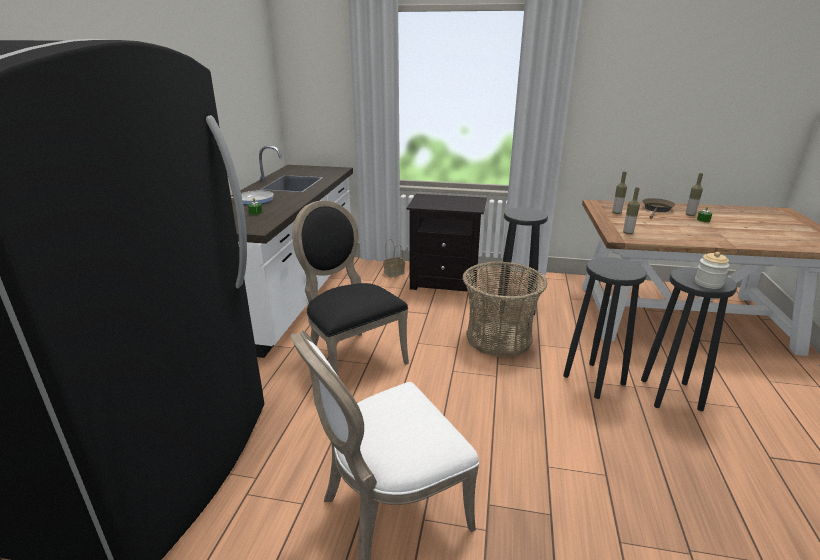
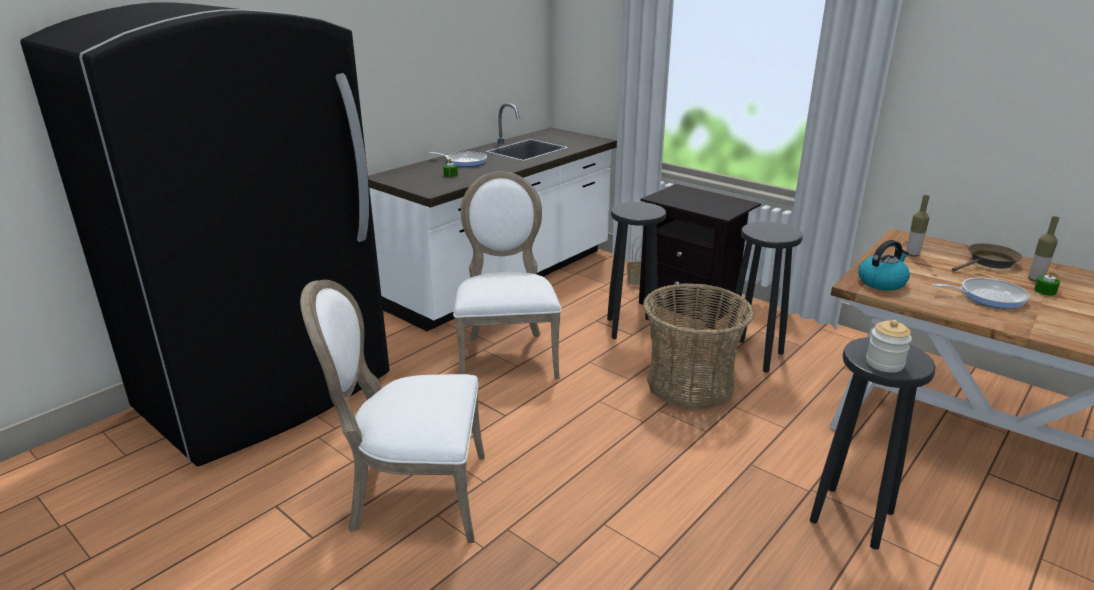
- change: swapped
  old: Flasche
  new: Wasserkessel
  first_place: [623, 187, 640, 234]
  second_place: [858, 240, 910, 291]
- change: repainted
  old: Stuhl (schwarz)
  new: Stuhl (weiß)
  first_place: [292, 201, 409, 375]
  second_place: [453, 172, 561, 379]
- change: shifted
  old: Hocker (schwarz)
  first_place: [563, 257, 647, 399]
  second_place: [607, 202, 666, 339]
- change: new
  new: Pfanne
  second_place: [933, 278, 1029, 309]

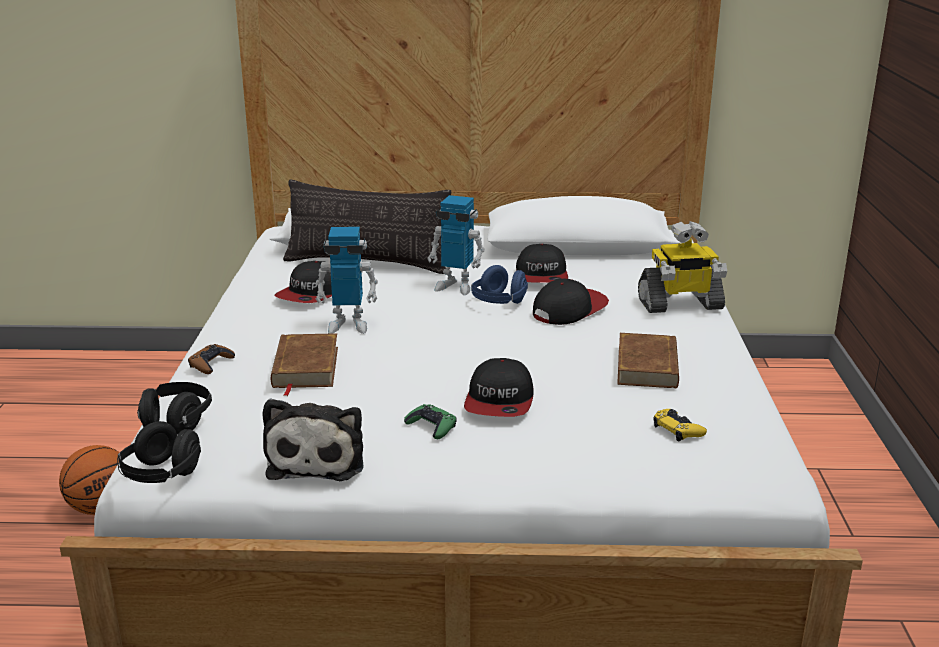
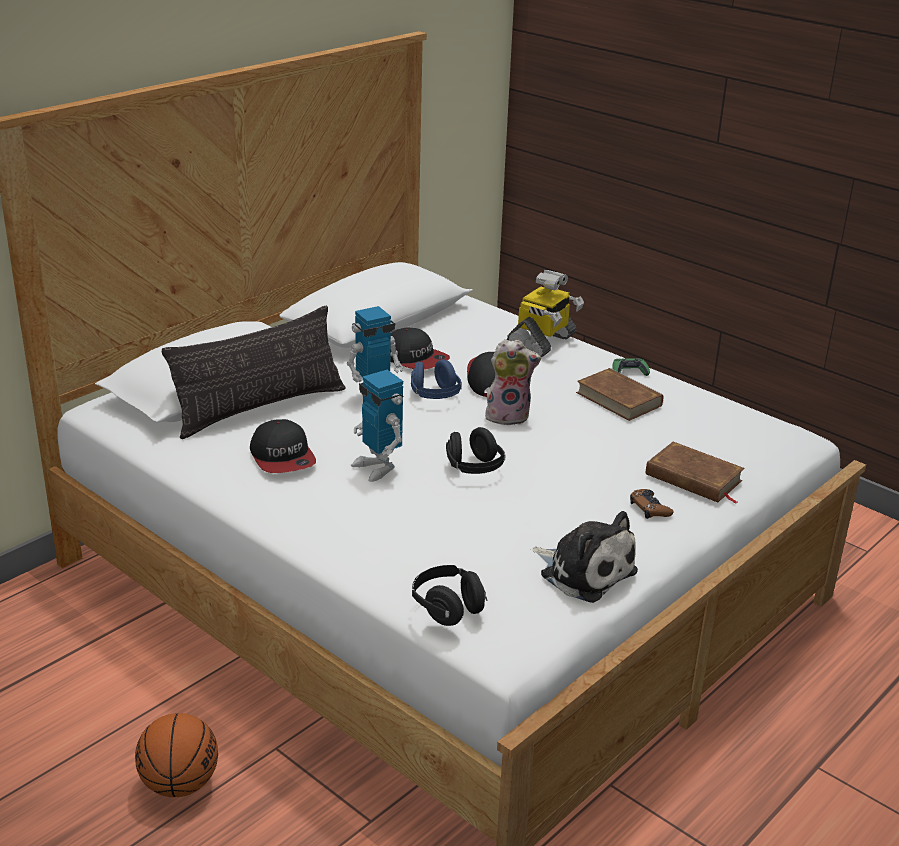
- change: rotated
  old: Spielzeugroboter
  first_place: [316, 227, 378, 334]
  second_place: [351, 370, 403, 482]
  degrees: 105
- change: shifted
  old: Buch (braun)
  first_place: [271, 333, 338, 396]
  second_place: [646, 442, 744, 503]
- change: shifted
  old: Gamepad (braun)
  first_place: [188, 344, 235, 374]
  second_place: [630, 489, 674, 519]
- change: gone
  old: Kappe
  first_place: [464, 358, 534, 417]
- change: shifted
  old: Gamepad (grün)
  first_place: [404, 404, 457, 439]
  second_place: [612, 358, 650, 376]
- change: gone
  old: Gamepad (gelb)
  first_place: [654, 409, 707, 441]
- change: shifted
  old: Kopfhörer (schwarz)
  first_place: [117, 421, 201, 483]
  second_place: [446, 427, 505, 474]
- change: new
  new: Plüschtier
  second_place: [485, 339, 541, 425]

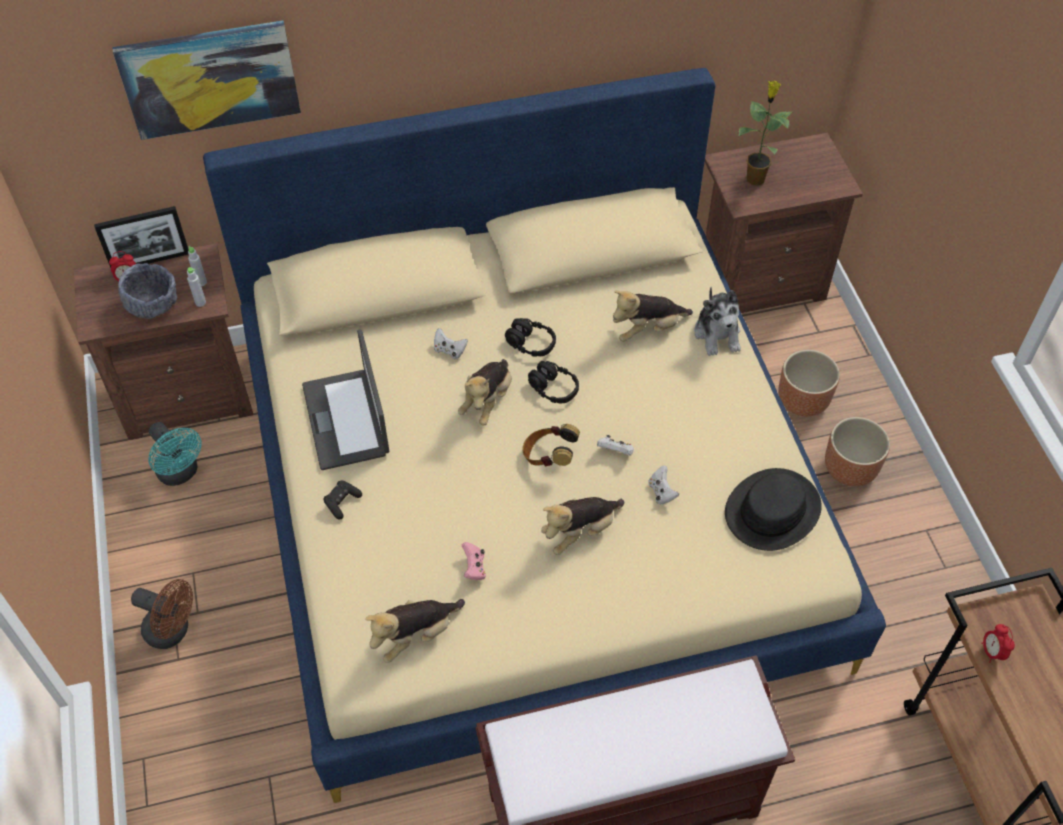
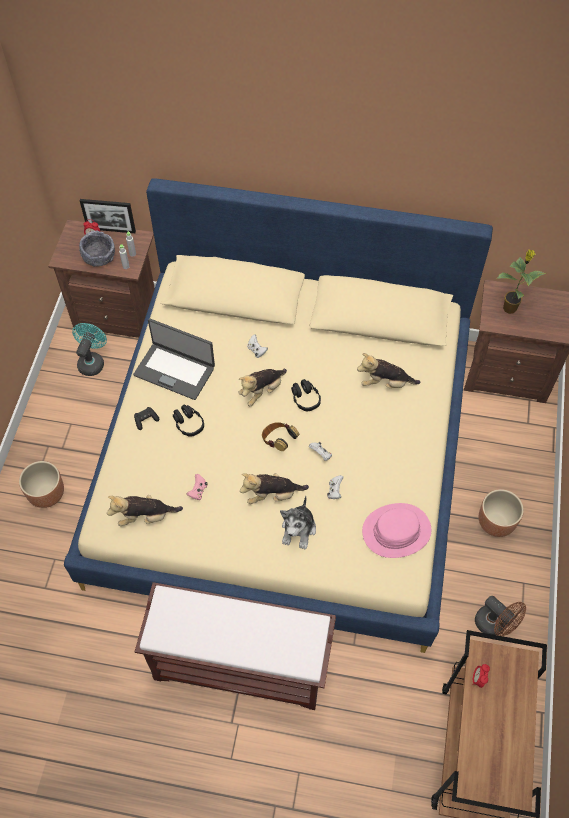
- change: gone
  old: Bild
  first_place: [112, 21, 301, 140]
- change: shifted
  old: Plüschtier
  first_place: [694, 287, 741, 356]
  second_place: [280, 496, 316, 549]
- change: shifted
  old: Kopfhörer (schwarz)
  first_place: [505, 318, 556, 357]
  second_place: [173, 404, 204, 437]
- change: rotated
  old: Laptop
  first_place: [302, 330, 389, 470]
  second_place: [133, 318, 215, 400]
  degrees: -75
- change: shifted
  old: Pflanzkübel (braun)
  first_place: [778, 350, 840, 417]
  second_place: [19, 461, 64, 508]
- change: rotated
  old: Ventilator (türkis)
  first_place: [148, 422, 202, 486]
  second_place: [72, 323, 107, 376]
  degrees: -150
- change: repainted
  old: Hut (schwarz)
  new: Hut (rosa)
  first_place: [725, 468, 822, 551]
  second_place: [362, 503, 431, 558]
- change: shifted
  old: Ventilator (braun)
  first_place: [131, 579, 193, 649]
  second_place: [475, 596, 526, 636]

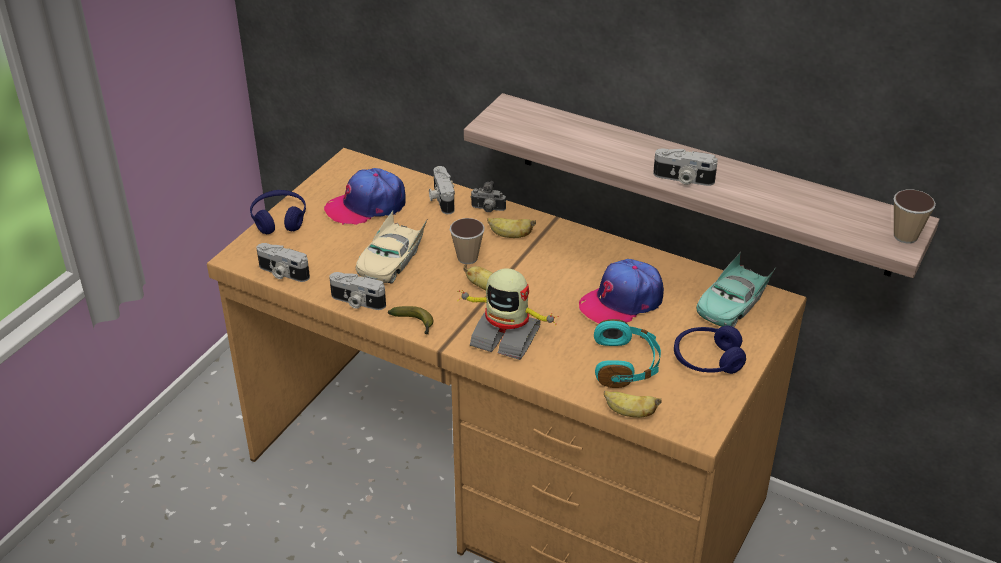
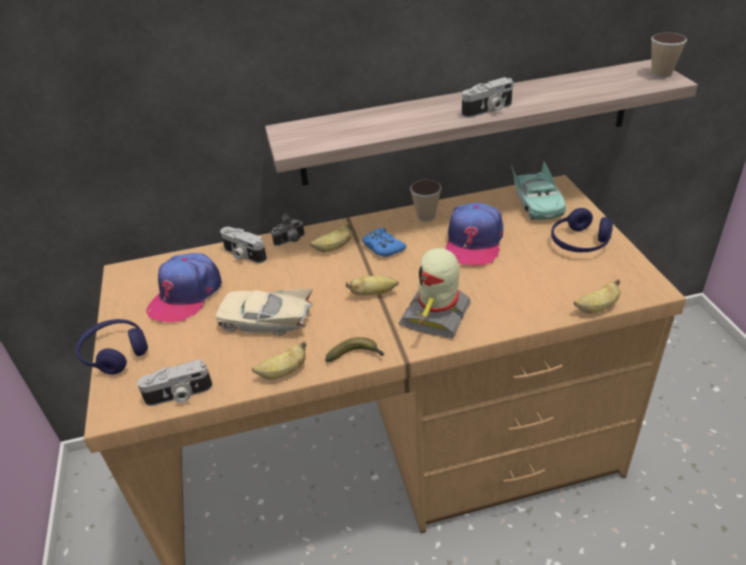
- change: rotated
  old: Spielzeugauto (beige)
  first_place: [356, 211, 427, 284]
  second_place: [216, 289, 314, 335]
  degrees: 120
- change: shifted
  old: Tasse
  first_place: [450, 218, 485, 264]
  second_place: [410, 180, 442, 221]
- change: rotated
  old: Spielzeugroboter
  first_place: [458, 268, 559, 360]
  second_place: [399, 248, 471, 338]
  degrees: 135
- change: swapped
  old: Kamera
  new: Banane
  first_place: [329, 272, 386, 310]
  second_place: [252, 341, 306, 380]
- change: gone
  old: Kopfhörer (türkis)
  first_place: [594, 319, 661, 388]
- change: new
  new: Gamepad (blau)
  second_place: [362, 228, 406, 257]

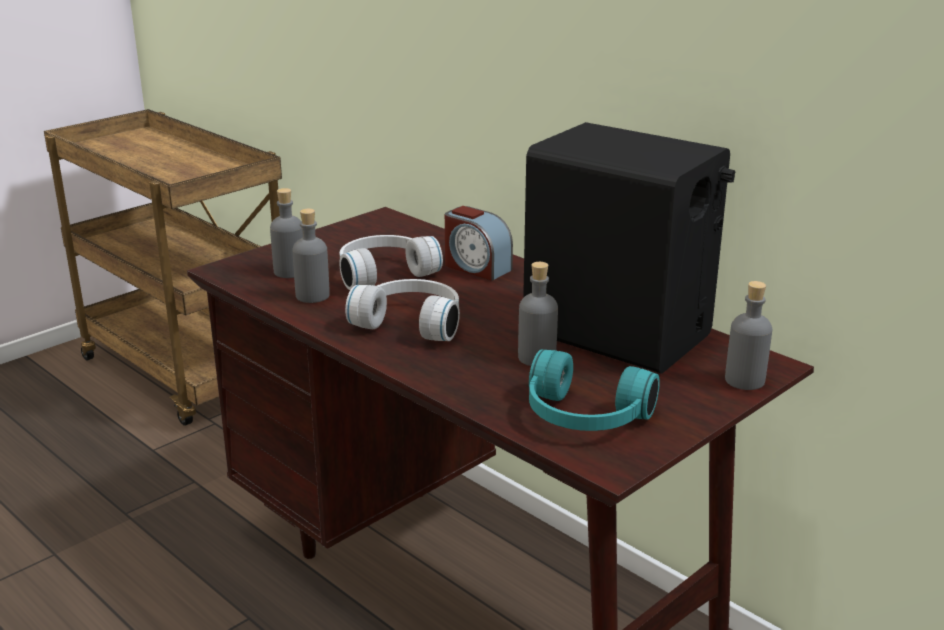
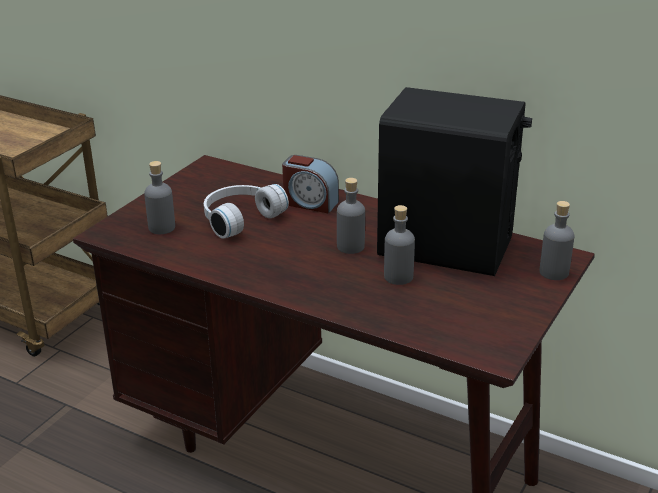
- change: shifted
  old: Flasche (grau)
  first_place: [292, 209, 330, 303]
  second_place: [337, 178, 365, 254]
- change: gone
  old: Kopfhörer (weiß)
  first_place: [345, 279, 460, 341]
- change: gone
  old: Kopfhörer (türkis)
  first_place: [529, 350, 660, 431]

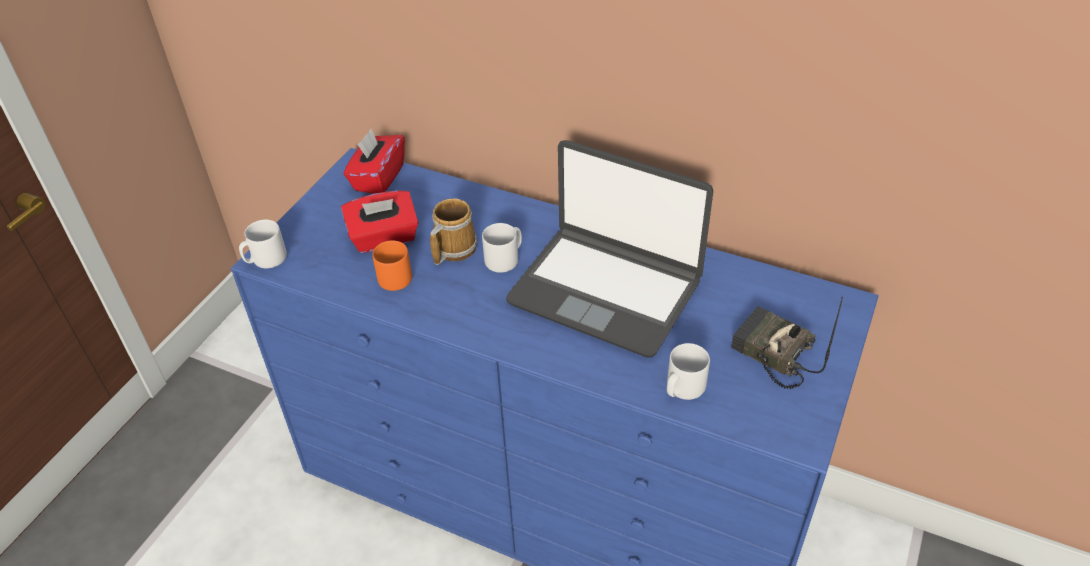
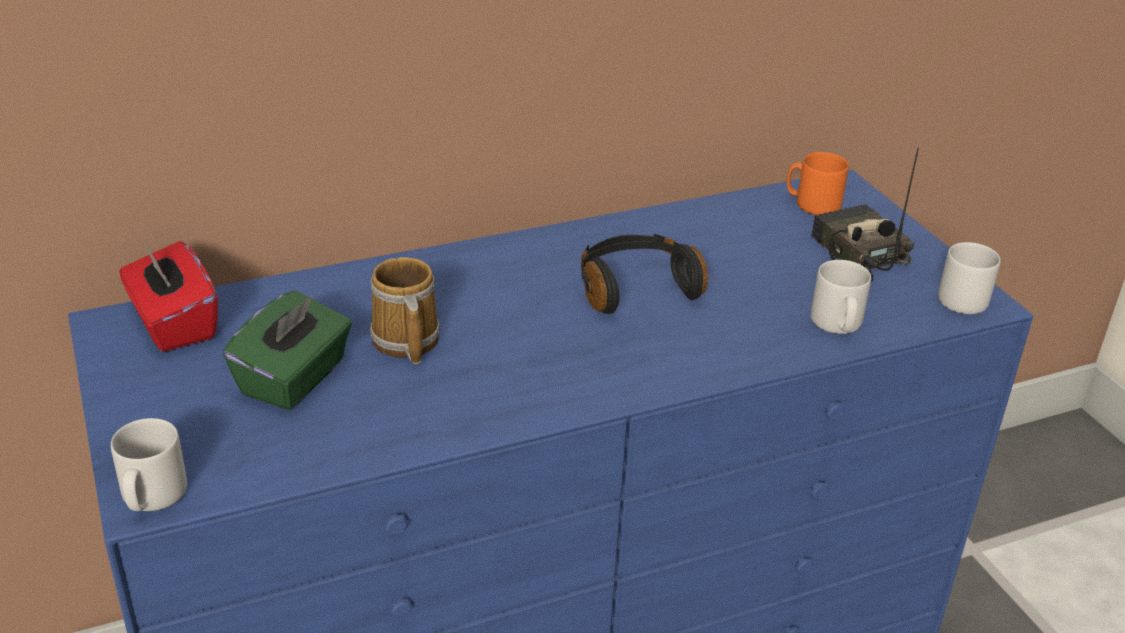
- change: swapped
  old: Laptop
  new: Kopfhörer (schwarz)
  first_place: [506, 140, 713, 358]
  second_place: [581, 234, 708, 314]
- change: repainted
  old: Taschentuchbox (rot)
  new: Taschentuchbox (grün)
  first_place: [341, 190, 419, 253]
  second_place: [223, 290, 352, 410]
- change: shifted
  old: Henkelbecher (grau)
  first_place: [482, 223, 522, 273]
  second_place: [938, 242, 1001, 314]
- change: shifted
  old: Henkelbecher (orange)
  first_place: [372, 240, 412, 291]
  second_place: [787, 152, 849, 215]
- change: rotated
  old: Radio
  first_place: [731, 296, 843, 389]
  second_place: [811, 148, 919, 282]
  degrees: 75

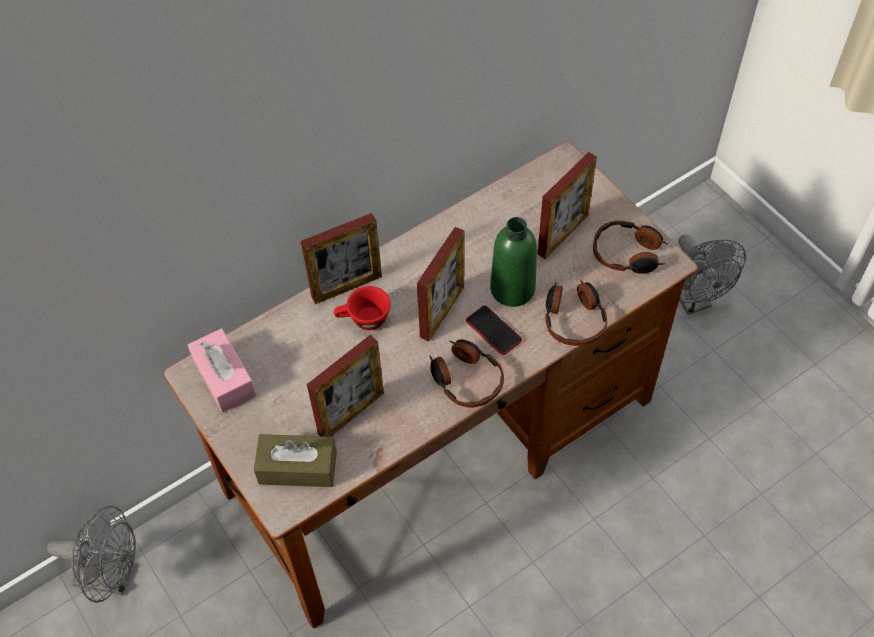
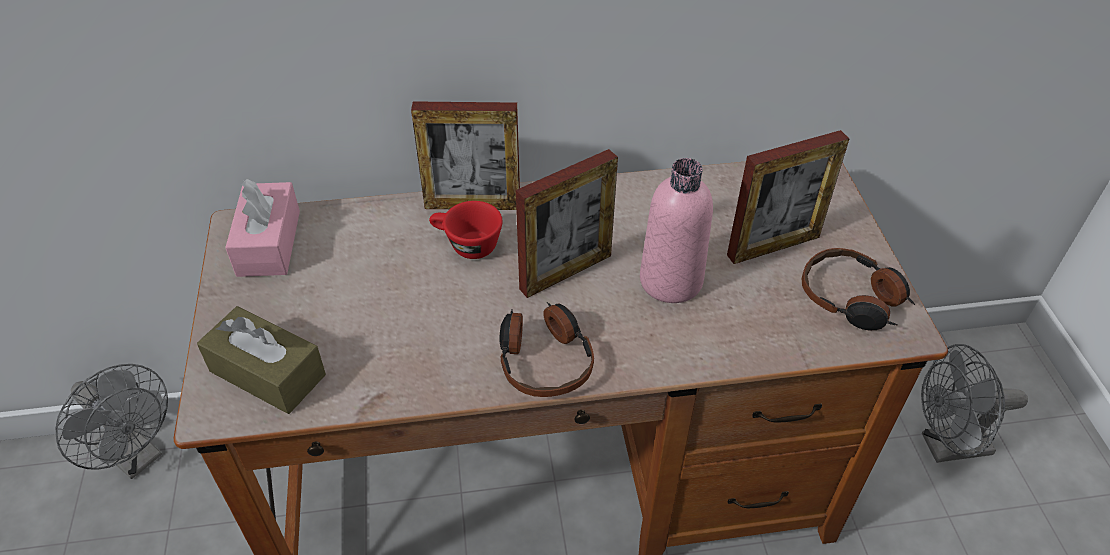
- change: repainted
  old: Flasche (grün)
  new: Flasche (rosa)
  first_place: [490, 217, 537, 307]
  second_place: [640, 158, 713, 303]
- change: rotated
  old: Ventilator (grau)
  first_place: [678, 234, 746, 315]
  second_place: [921, 344, 1028, 463]
  degrees: 75
- change: gone
  old: Kopfhörer
  first_place: [545, 279, 607, 346]
- change: gone
  old: Handy
  first_place: [466, 306, 522, 355]
- change: gone
  old: Bilderrahmen
  first_place: [307, 335, 384, 437]

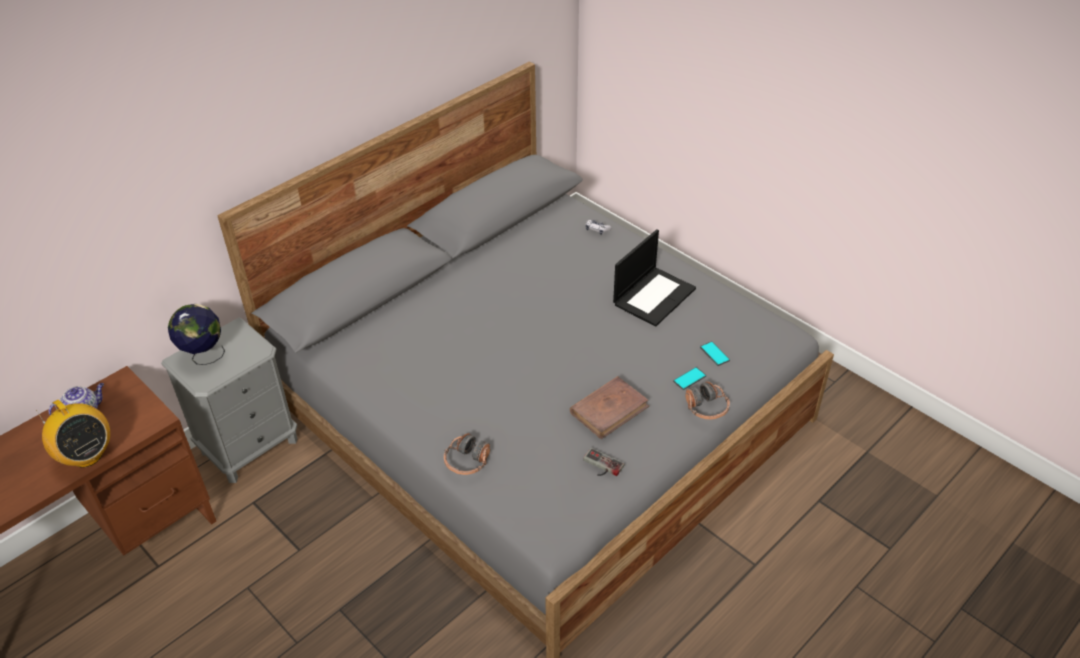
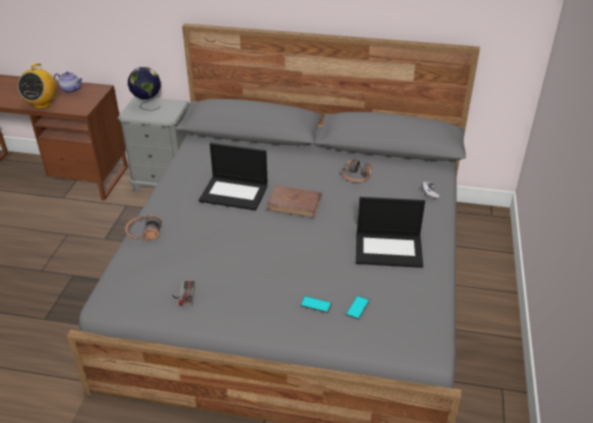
- change: shifted
  old: Buch (braun)
  first_place: [570, 376, 649, 439]
  second_place: [267, 185, 322, 218]
- change: shifted
  old: Kopfhörer
  first_place: [685, 381, 730, 420]
  second_place: [342, 159, 372, 182]
- change: new
  new: Laptop
  second_place: [199, 143, 268, 211]

